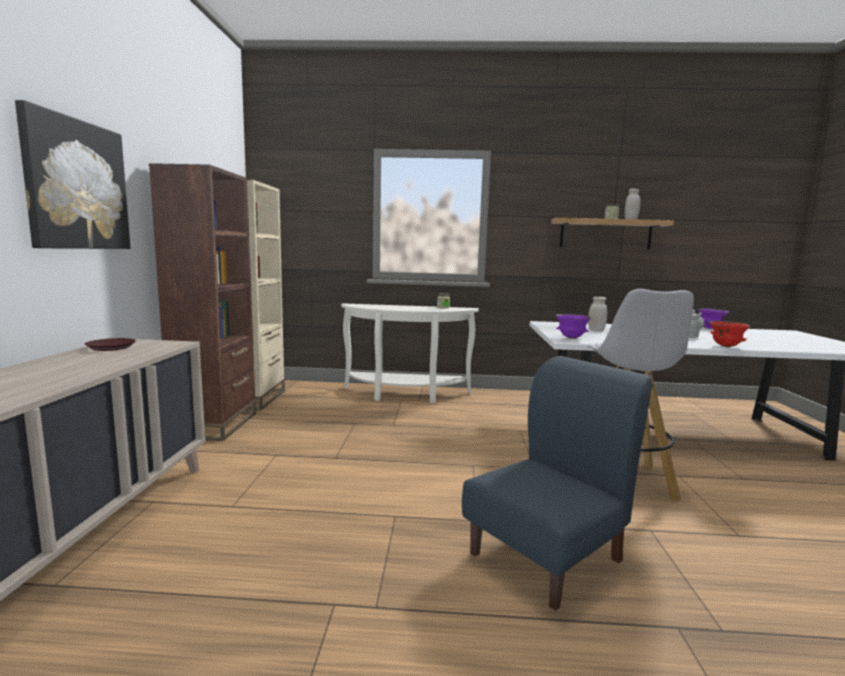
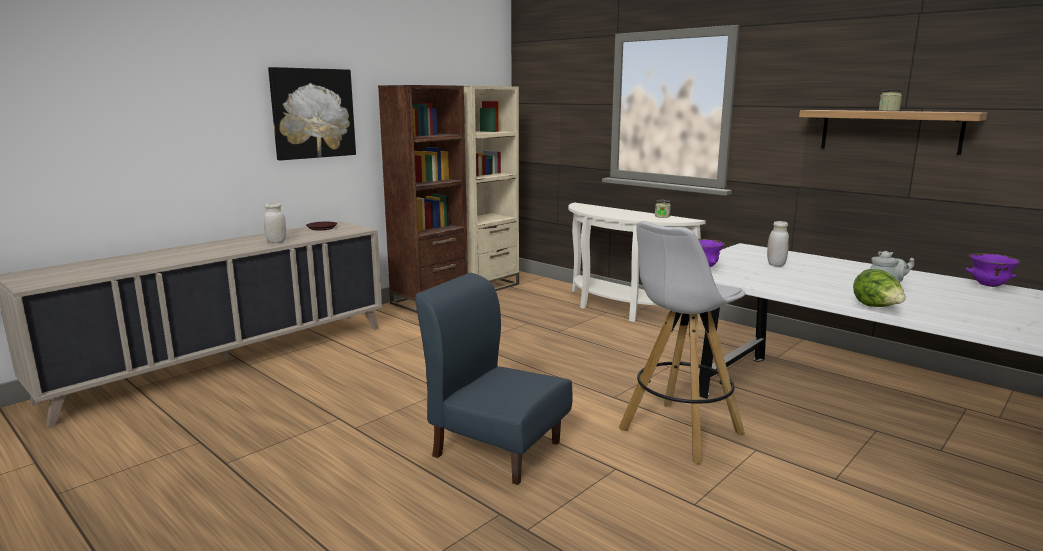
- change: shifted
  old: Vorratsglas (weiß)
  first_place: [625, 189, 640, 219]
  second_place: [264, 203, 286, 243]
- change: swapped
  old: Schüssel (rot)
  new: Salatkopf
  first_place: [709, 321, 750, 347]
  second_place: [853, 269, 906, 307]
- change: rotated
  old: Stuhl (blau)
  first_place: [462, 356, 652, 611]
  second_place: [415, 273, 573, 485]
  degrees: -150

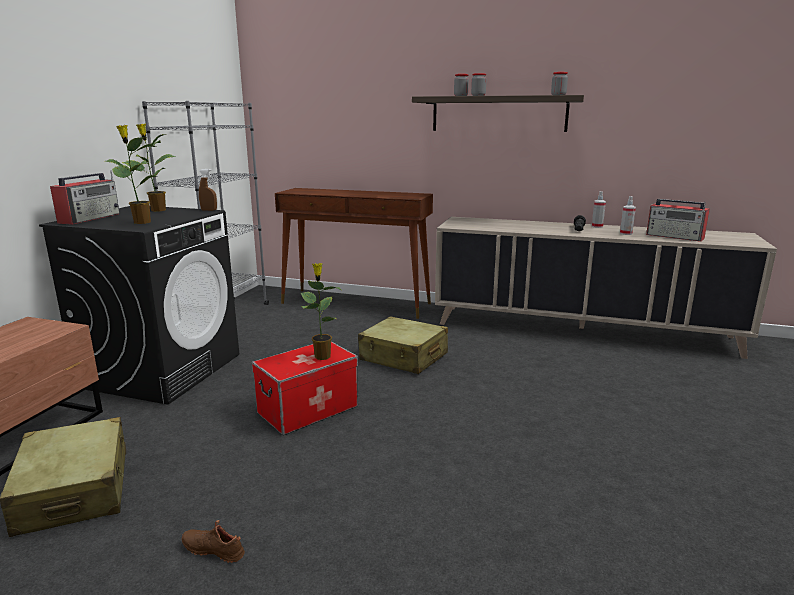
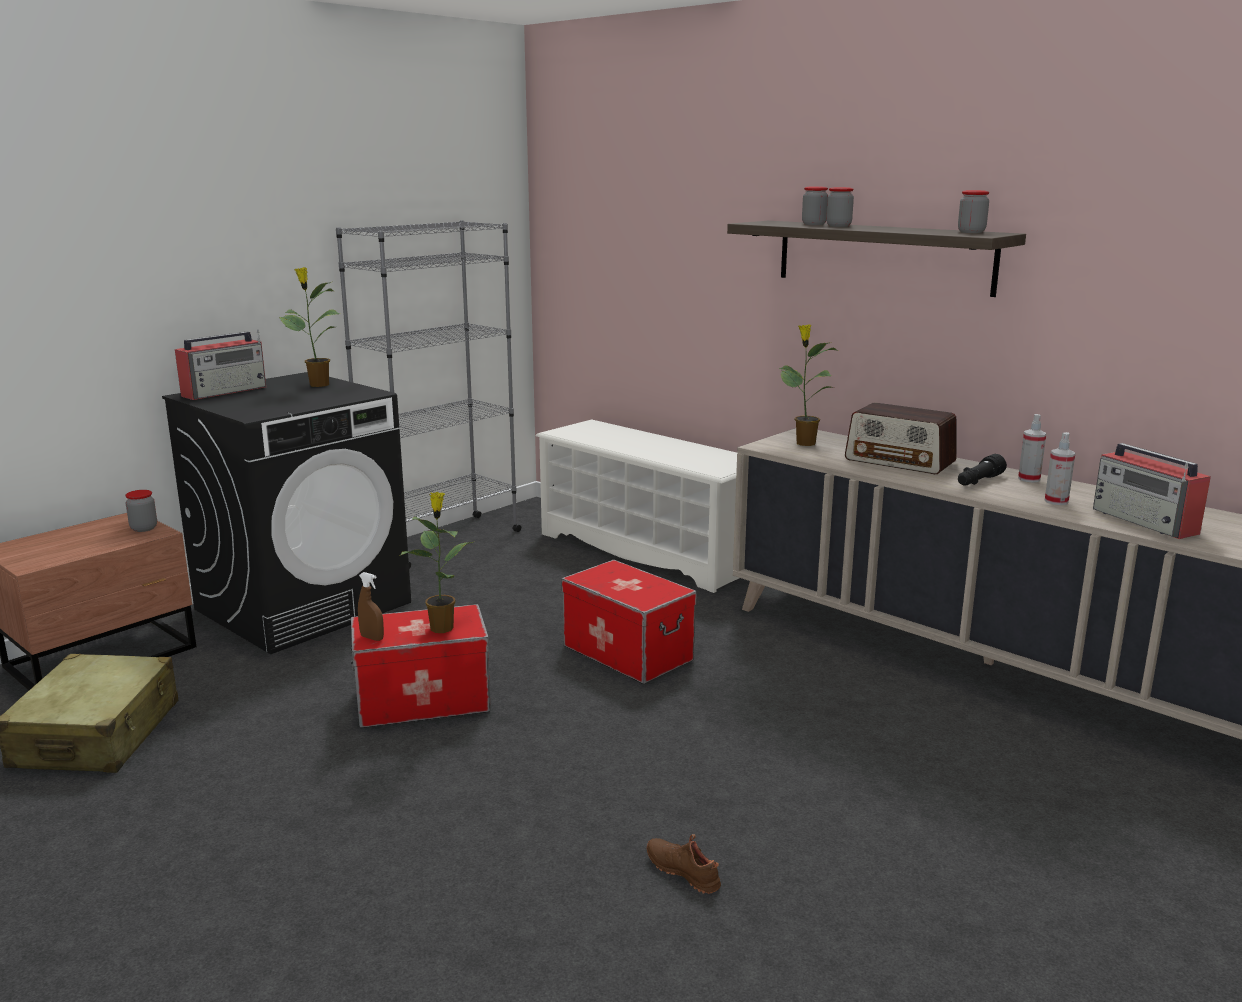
- change: shifted
  old: Topfpflanze
  first_place: [104, 125, 157, 224]
  second_place: [779, 324, 839, 446]
- change: shifted
  old: Sprühflasche (braun)
  first_place: [199, 169, 217, 211]
  second_place: [358, 572, 384, 641]
- change: swapped
  old: Konsolentisch (braun)
  new: Schuhregal (weiß)
  first_place: [275, 188, 433, 319]
  second_place: [535, 419, 739, 593]
- change: swapped
  old: Koffer (beige)
  new: Aufbewahrungsbox
  first_place: [358, 316, 448, 374]
  second_place: [562, 560, 697, 684]
- change: shifted
  old: Schuh (braun)
  first_place: [182, 520, 245, 563]
  second_place: [647, 834, 721, 894]
- change: new
  new: Radio
  second_place: [845, 403, 957, 474]
- change: new
  new: Vorratsglas
  second_place: [125, 490, 157, 532]

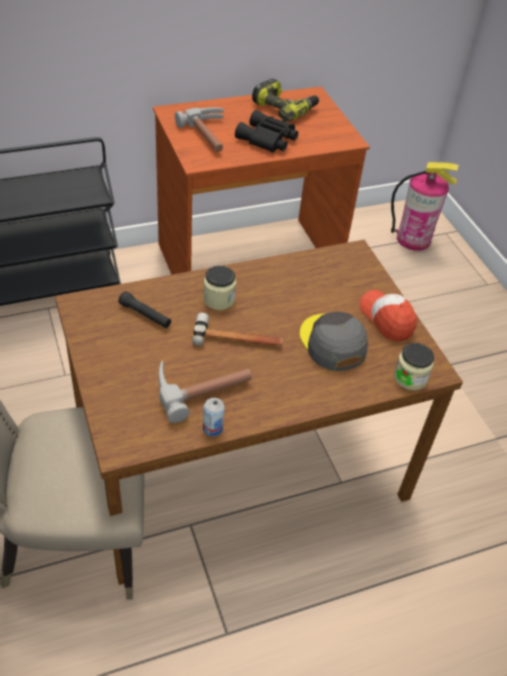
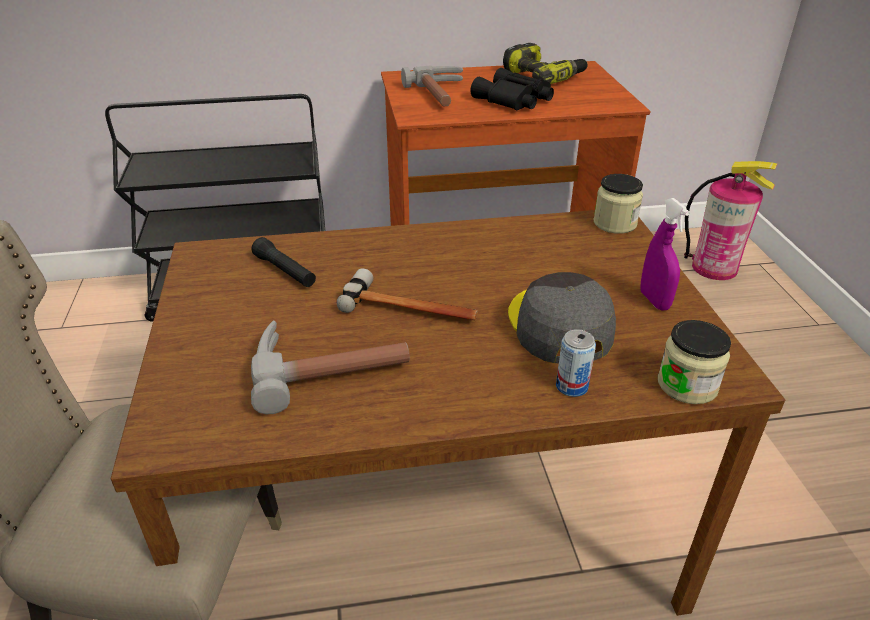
- change: shifted
  old: Vorratsglas
  first_place: [203, 266, 236, 310]
  second_place: [593, 174, 643, 234]
- change: swapped
  old: Kappe
  new: Sprühflasche (lila)
  first_place: [360, 290, 417, 342]
  second_place: [640, 198, 690, 310]
- change: shifted
  old: Dose
  first_place: [203, 398, 224, 436]
  second_place: [556, 329, 596, 397]

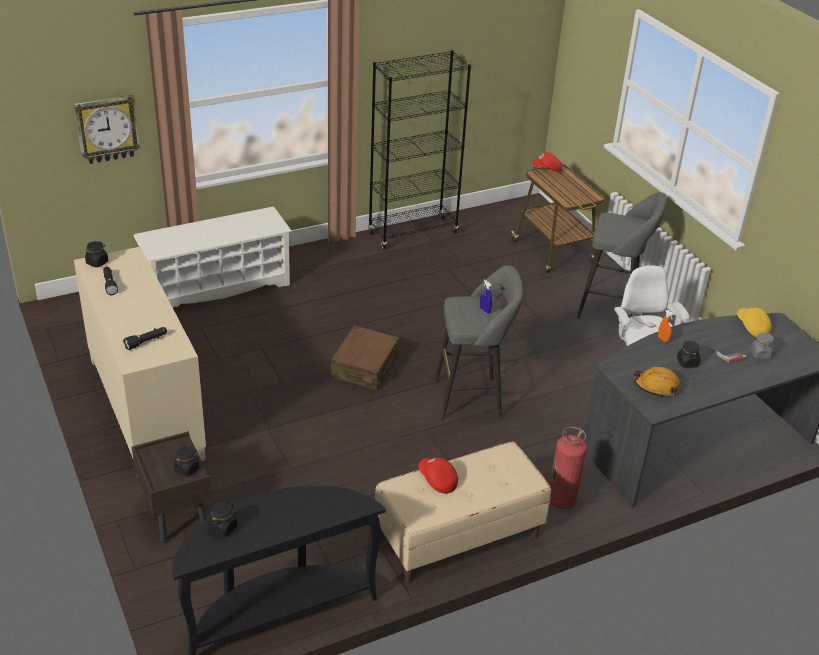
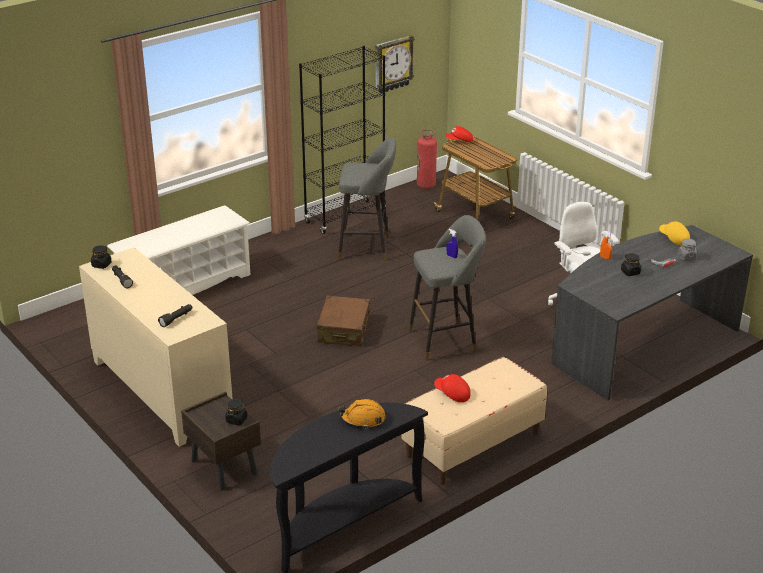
- change: shifted
  old: Wanduhr
  first_place: [74, 95, 140, 164]
  second_place: [375, 35, 415, 93]
- change: shifted
  old: Hocker (grau)
  first_place: [576, 192, 667, 319]
  second_place: [338, 137, 396, 261]
- change: shifted
  old: Schutzhelm (orange)
  first_place: [634, 366, 680, 397]
  second_place: [339, 399, 386, 429]
- change: shifted
  old: Feuerlöscher
  first_place: [549, 427, 587, 509]
  second_place: [417, 129, 437, 189]
- change: gone
  old: Vorratsglas (schwarz)
  first_place: [208, 502, 238, 537]

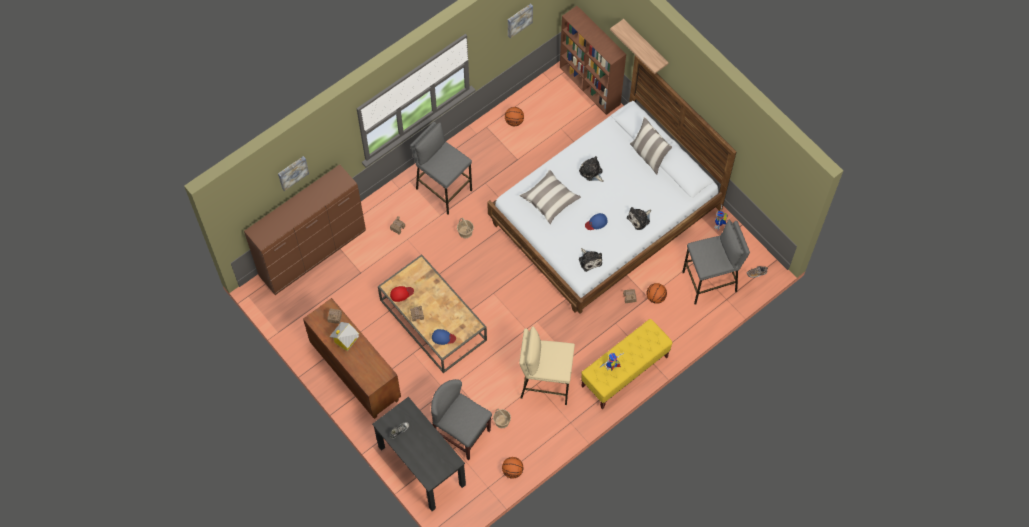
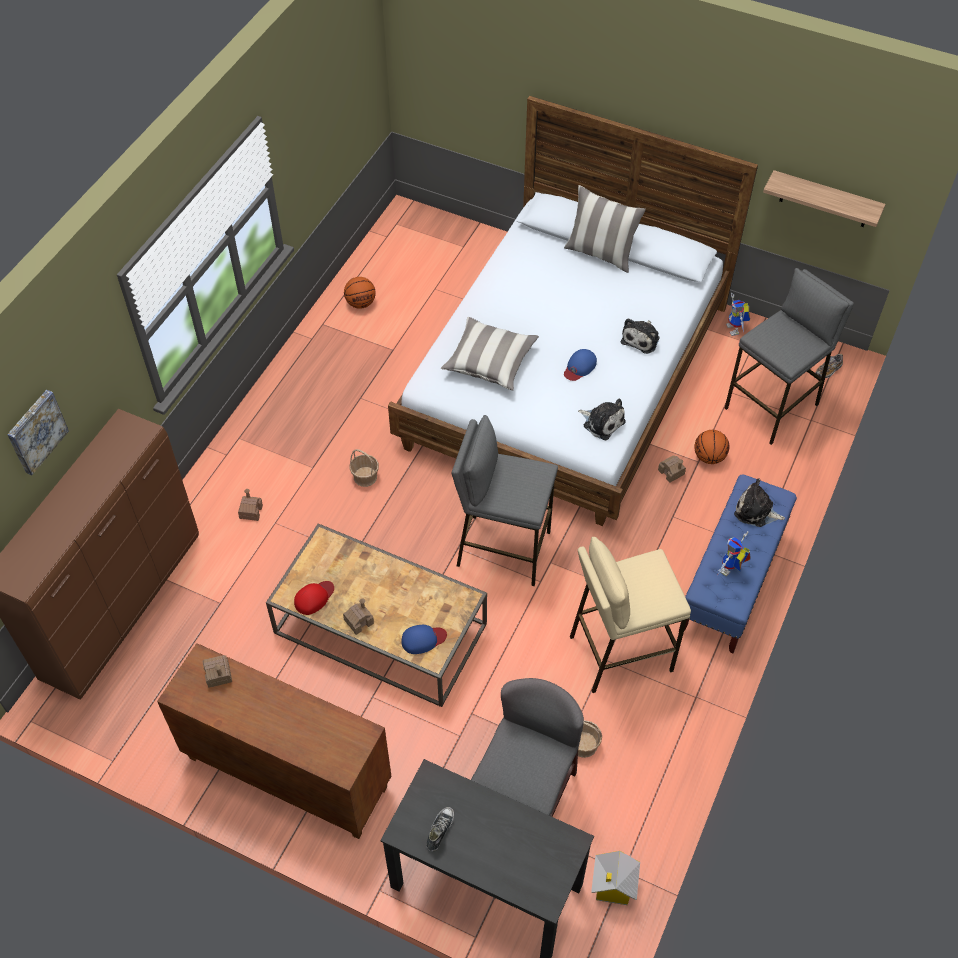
- change: gone
  old: Bild
  first_place: [508, 4, 533, 38]
- change: gone
  old: Bücherregal (braun)
  first_place: [560, 6, 626, 115]
- change: shifted
  old: Wandregal
  first_place: [610, 19, 669, 74]
  second_place: [763, 170, 886, 227]
- change: shifted
  old: Hocker (grau)
  first_place: [410, 122, 472, 215]
  second_place: [452, 415, 558, 586]
- change: shifted
  old: Plüschtier
  first_place: [579, 156, 604, 182]
  second_place: [734, 479, 785, 527]
- change: repainted
  old: Bank (gelb)
  new: Bank (blau)
  first_place: [581, 319, 672, 409]
  second_place: [679, 474, 797, 653]
- change: shifted
  old: Spielzeughaus
  first_place: [329, 322, 359, 351]
  second_place: [591, 851, 640, 905]
- change: rotated
  old: Stuhl (grau)
  first_place: [431, 379, 492, 460]
  second_place: [471, 678, 584, 817]
  degrees: 105
- change: gone
  old: Basketball
  first_place: [502, 457, 523, 479]

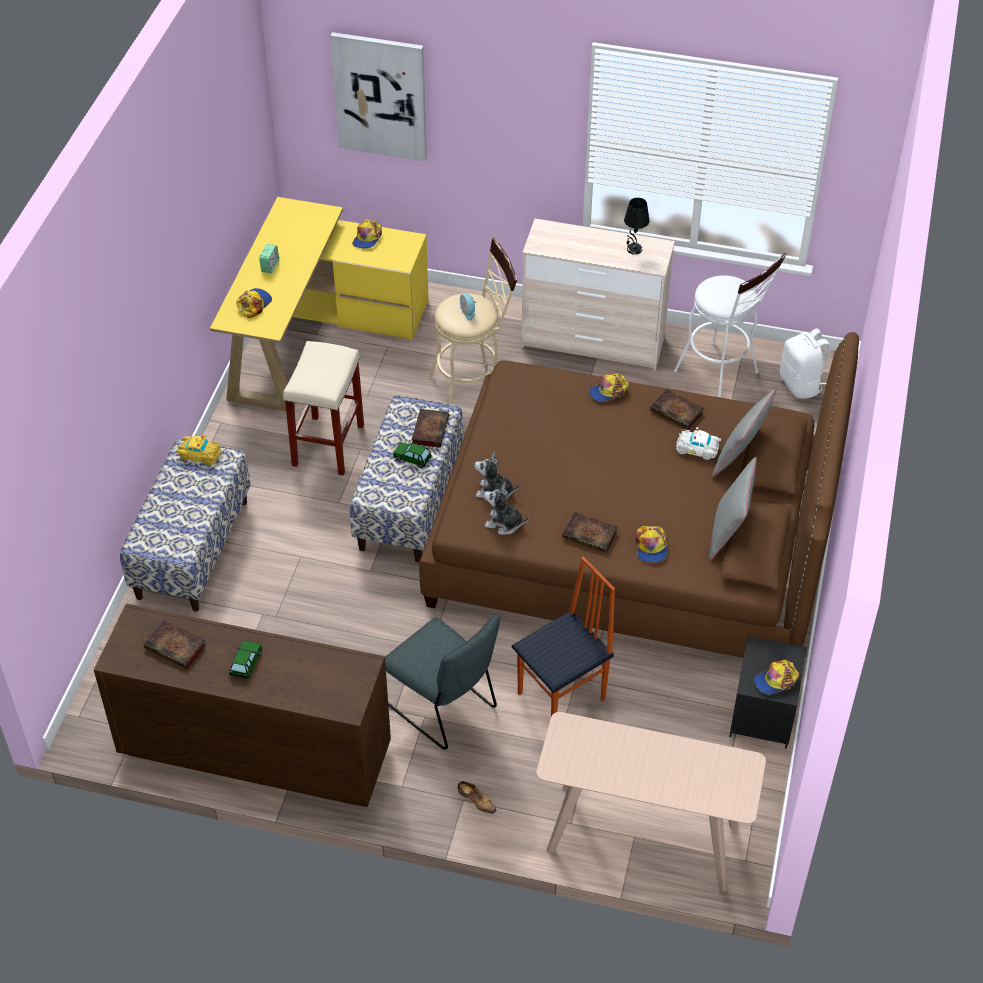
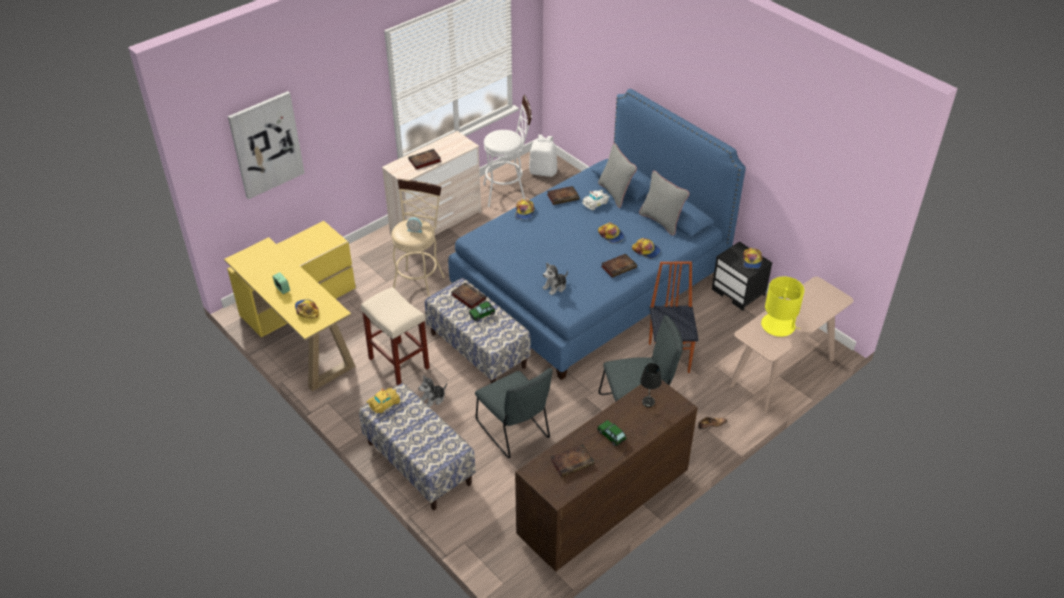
- change: shifted
  old: Tischlampe (schwarz)
  first_place: [624, 198, 649, 255]
  second_place: [640, 363, 662, 407]
- change: shifted
  old: Kappe
  first_place: [352, 219, 382, 248]
  second_place: [598, 222, 625, 243]
- change: repainted
  old: Bett (braun)
  new: Bett (blau)
  first_place: [419, 332, 859, 658]
  second_place: [448, 89, 746, 380]
- change: shifted
  old: Plüschtier
  first_place: [484, 483, 529, 534]
  second_place: [418, 375, 447, 407]
- change: new
  new: Buch
  second_place: [408, 149, 441, 170]
- change: new
  new: Tischlampe (gelb)
  second_place: [761, 276, 805, 337]
- change: new
  new: Stuhl (grau)
  second_place: [475, 368, 553, 458]

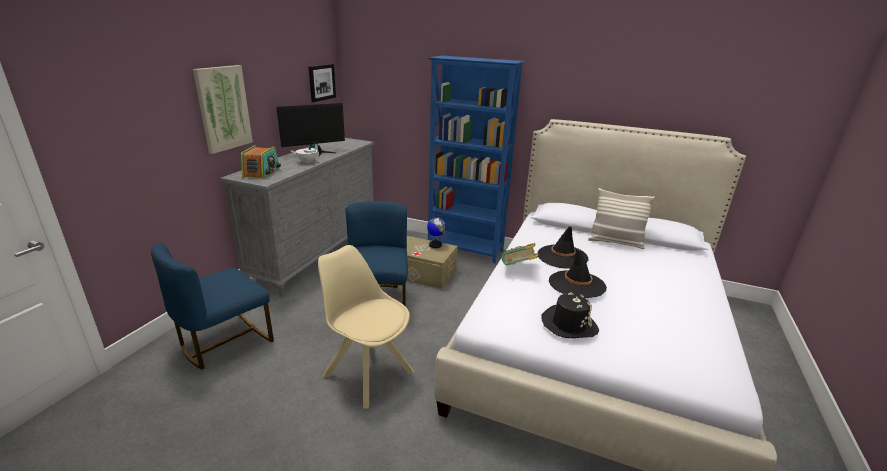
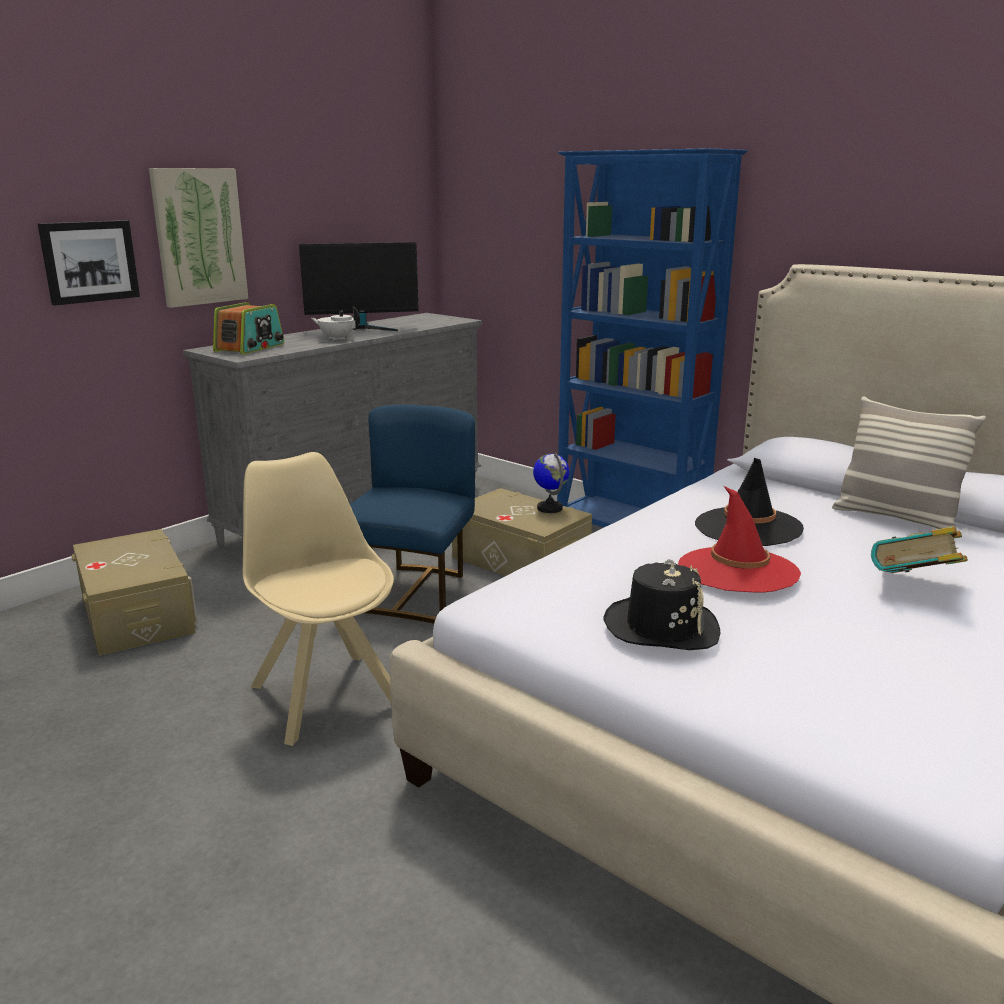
- change: shifted
  old: Bild
  first_place: [309, 64, 336, 102]
  second_place: [38, 220, 140, 306]
- change: swapped
  old: Stuhl (blau)
  new: Aufbewahrungsbox (beige)
  first_place: [151, 243, 274, 370]
  second_place: [71, 529, 198, 656]
- change: shifted
  old: Buch
  first_place: [501, 243, 538, 265]
  second_place: [871, 526, 968, 573]
- change: repainted
  old: Hut (schwarz)
  new: Hut (rot)
  first_place: [549, 248, 607, 298]
  second_place: [678, 486, 801, 593]

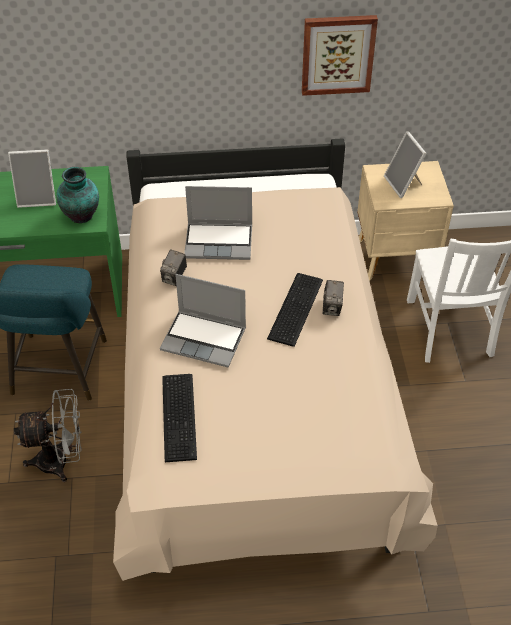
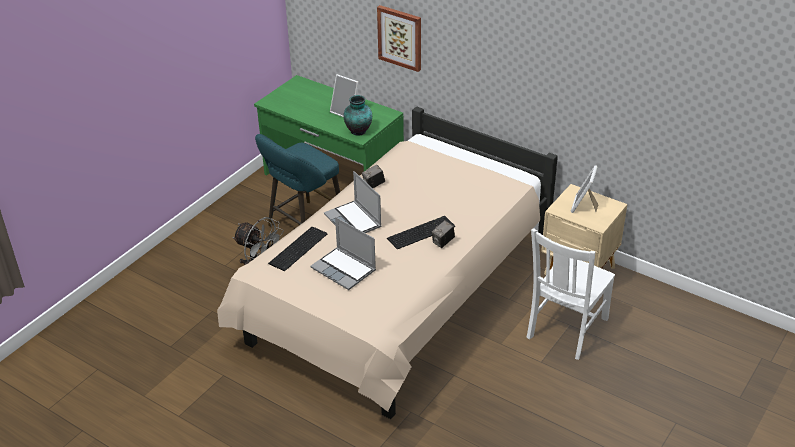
- change: shifted
  old: Bild
  first_place: [302, 15, 378, 96]
  second_place: [377, 5, 421, 72]
- change: shifted
  old: Laptop
  first_place: [184, 186, 252, 260]
  second_place: [310, 217, 376, 290]

